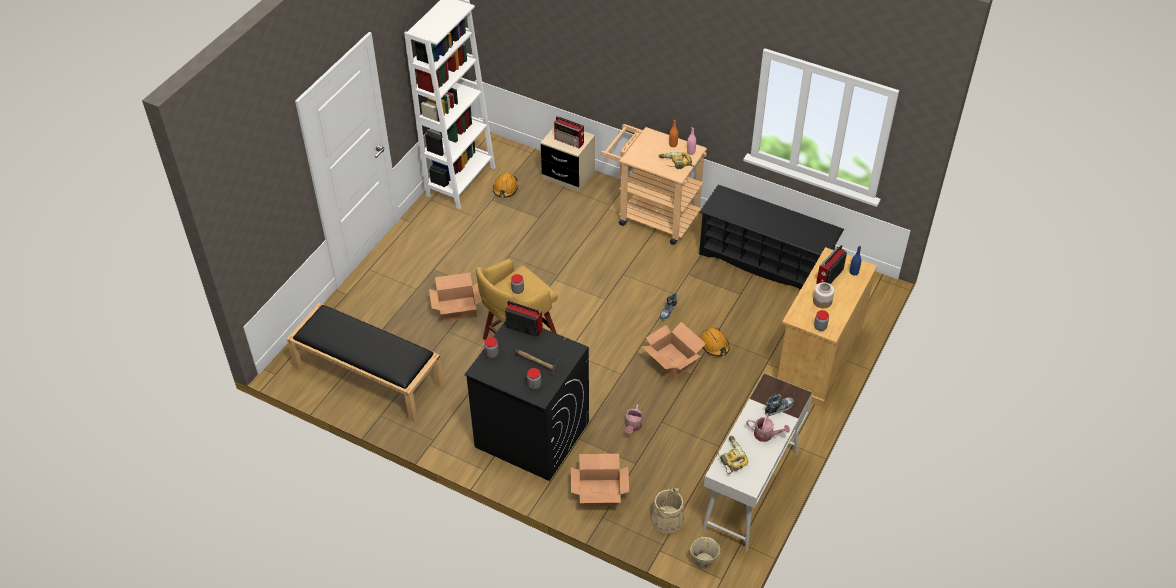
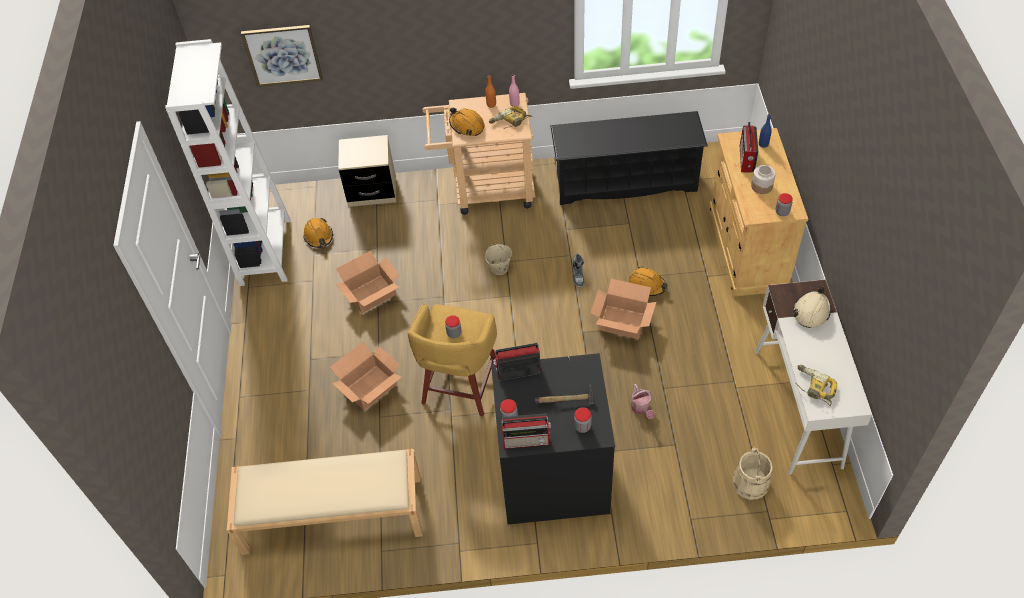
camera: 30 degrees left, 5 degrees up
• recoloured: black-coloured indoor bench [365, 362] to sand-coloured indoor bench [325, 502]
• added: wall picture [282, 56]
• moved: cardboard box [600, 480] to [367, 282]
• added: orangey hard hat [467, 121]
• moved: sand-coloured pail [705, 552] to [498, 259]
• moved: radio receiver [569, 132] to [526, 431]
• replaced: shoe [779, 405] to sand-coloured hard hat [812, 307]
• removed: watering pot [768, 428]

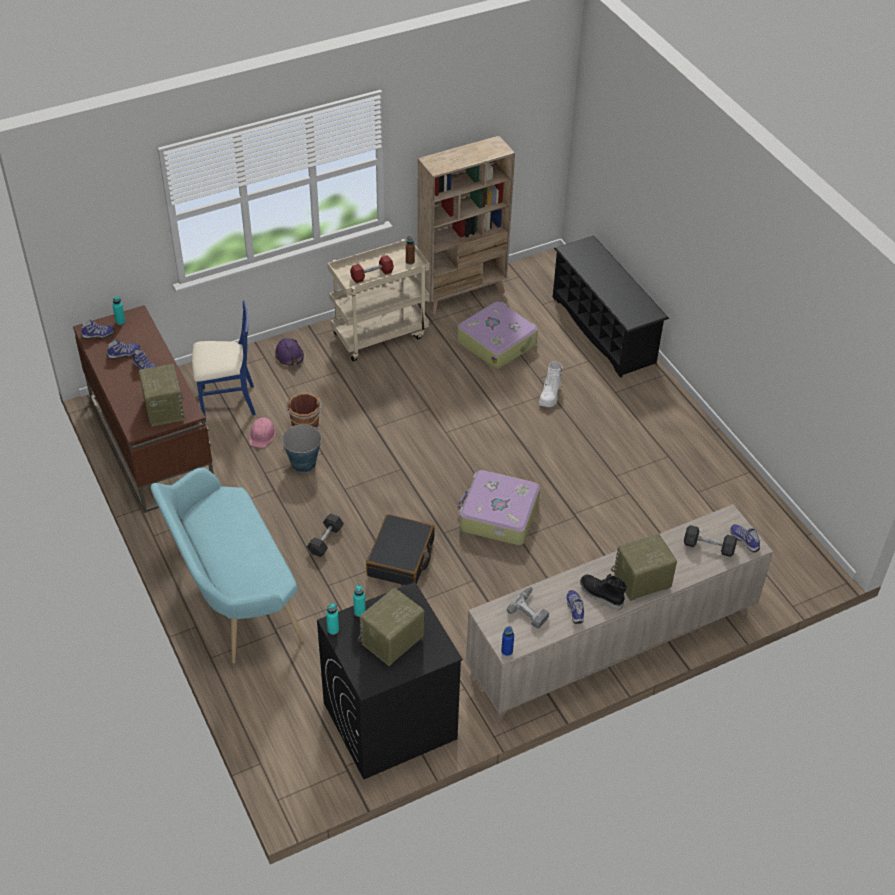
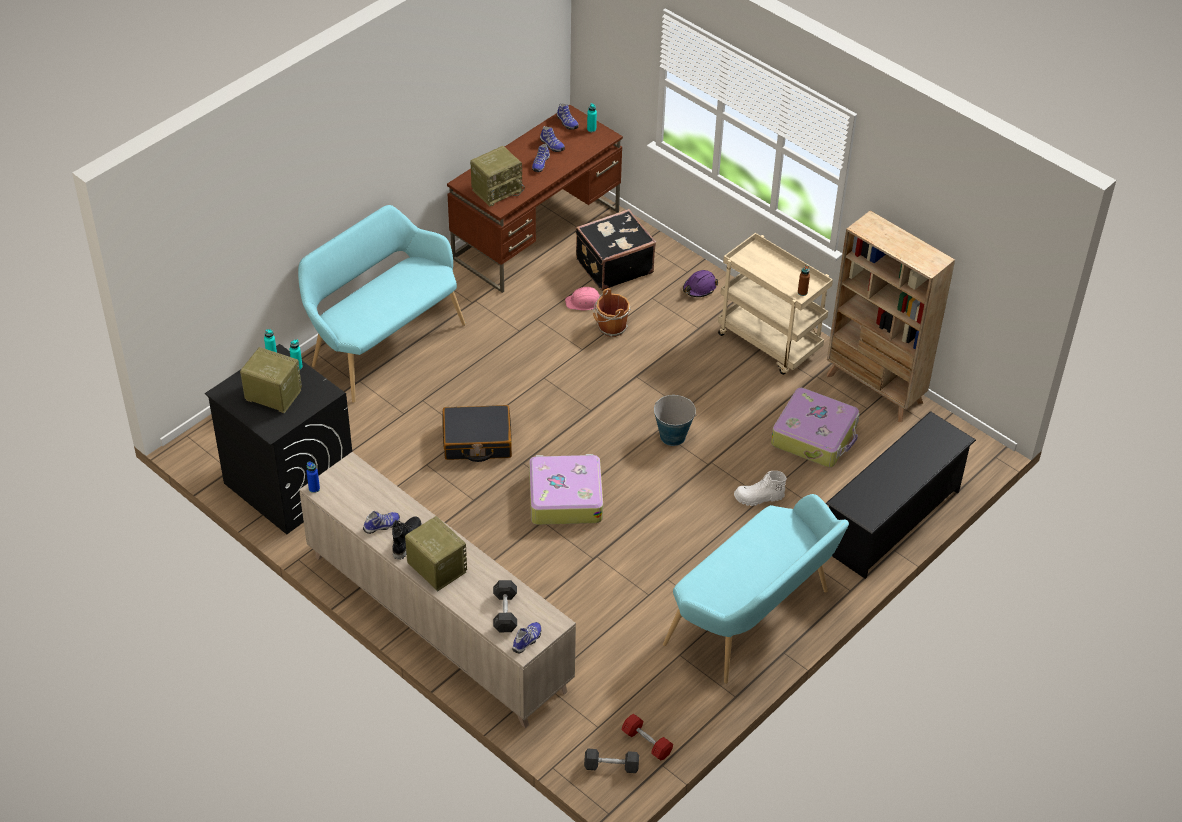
camera: 70 degrees right, 0 degrees up
• replaced: blue-coloured plain chair [224, 361] to black-coloured suitcase [616, 250]
• moved: grey hand weight [325, 535] to [611, 761]
• moved: reddish hand weight [372, 269] to [647, 737]
• moved: pail [301, 448] to [675, 420]
• added: blue-green indoor bench [756, 589]
• removed: electric drill [528, 608]

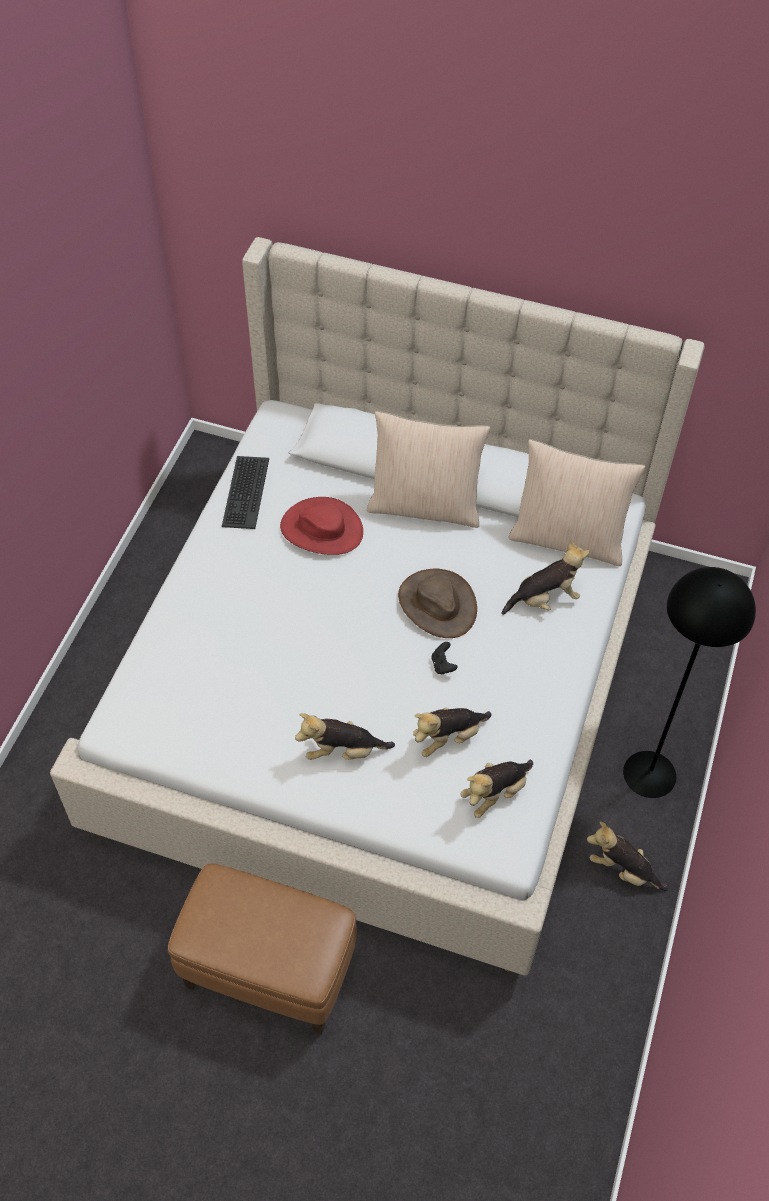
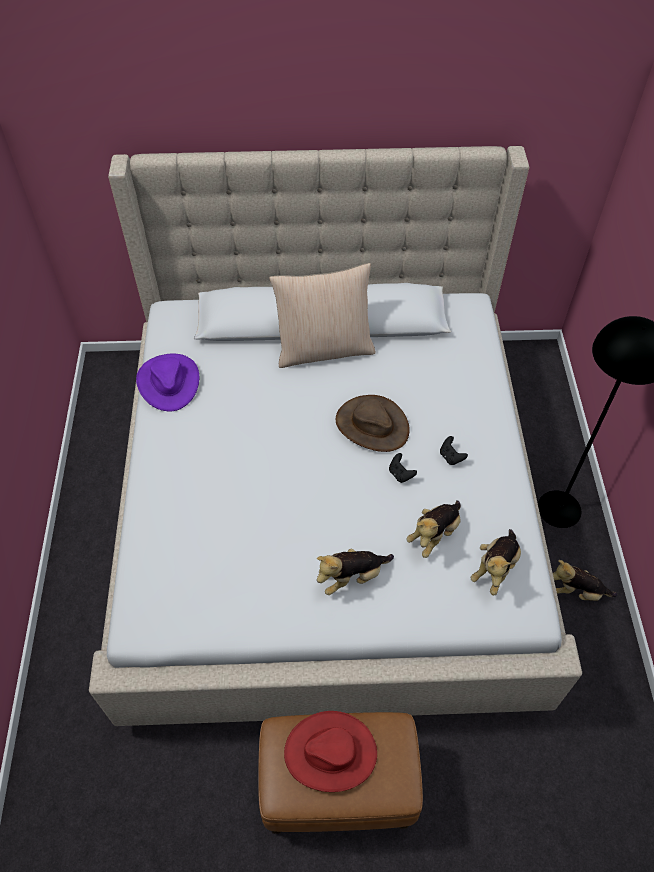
camera: 20 degrees left, 0 degrees up
• replaced: PC keyboard [245, 492] to purplish hat [167, 382]
• moved: reddish hat [321, 526] to [330, 751]
• added: black-coloured joypad [454, 450]
• removed: soft toy [545, 577]
• removed: sand-coloured cushion [576, 502]

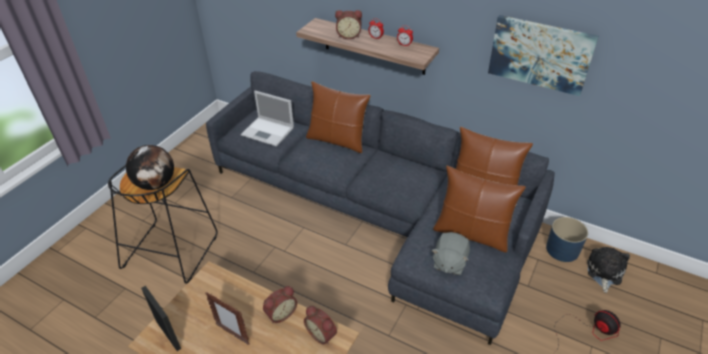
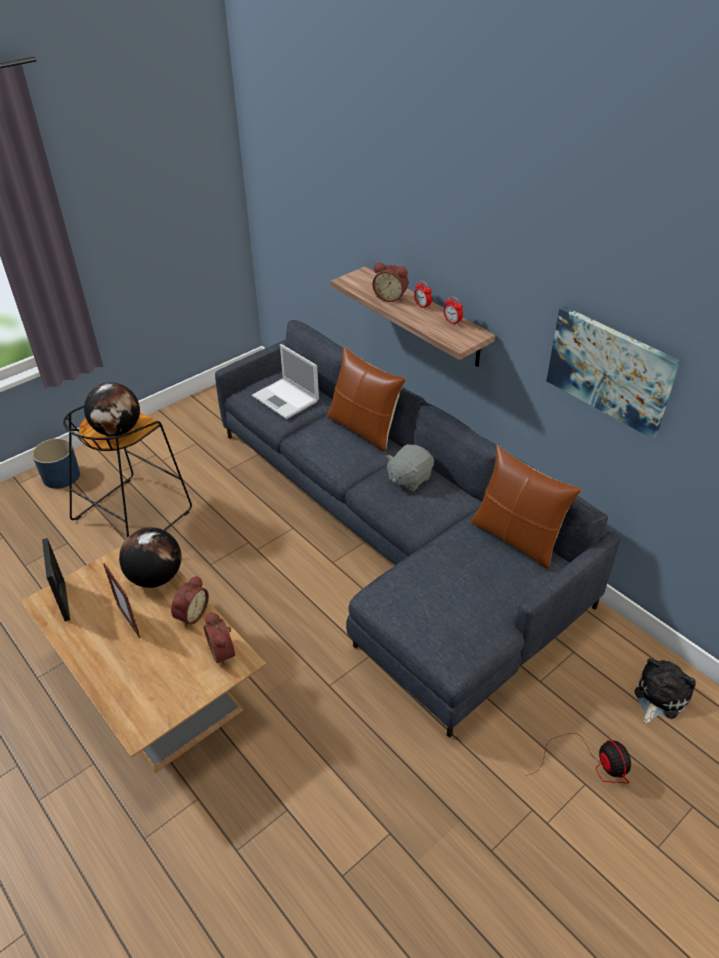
camera: 20 degrees right, 0 degrees up
• moved: blue-coloured planter [567, 239] to [56, 463]
• added: globe [150, 557]
• turned: bedside clock [280, 304] = [190, 601] 45 degrees counterclockwise
• moved: grey soft toy [451, 253] to [410, 468]
• removed: brown-coloured cushion [479, 209]

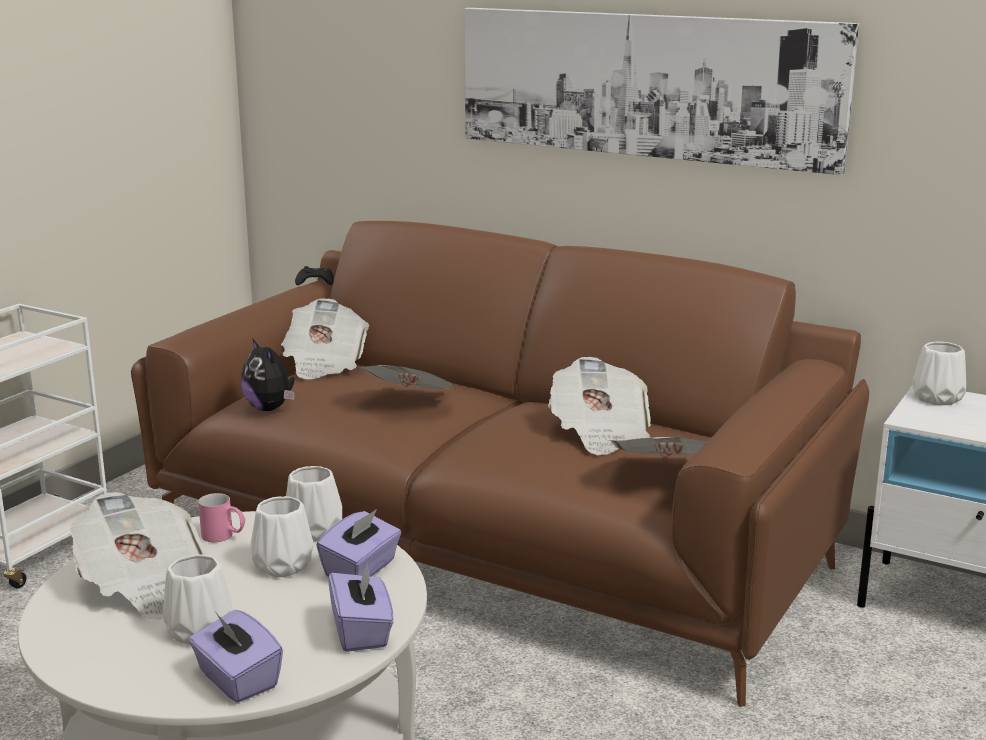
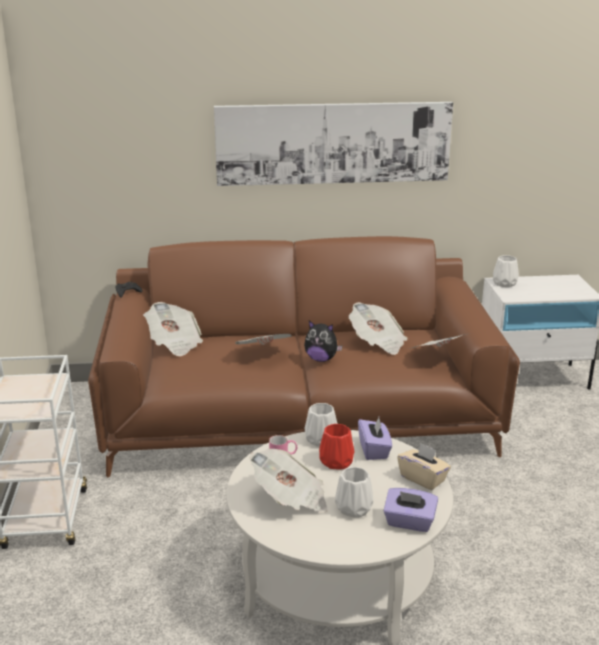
camera: 35 degrees left, 5 degrees up
• moved: soft toy [268, 374] to [323, 341]
• recoloured: whitish vase [282, 536] to reddish vase [336, 447]
• recoloured: purplish tissue box [361, 607] to sand-coloured tissue box [424, 466]

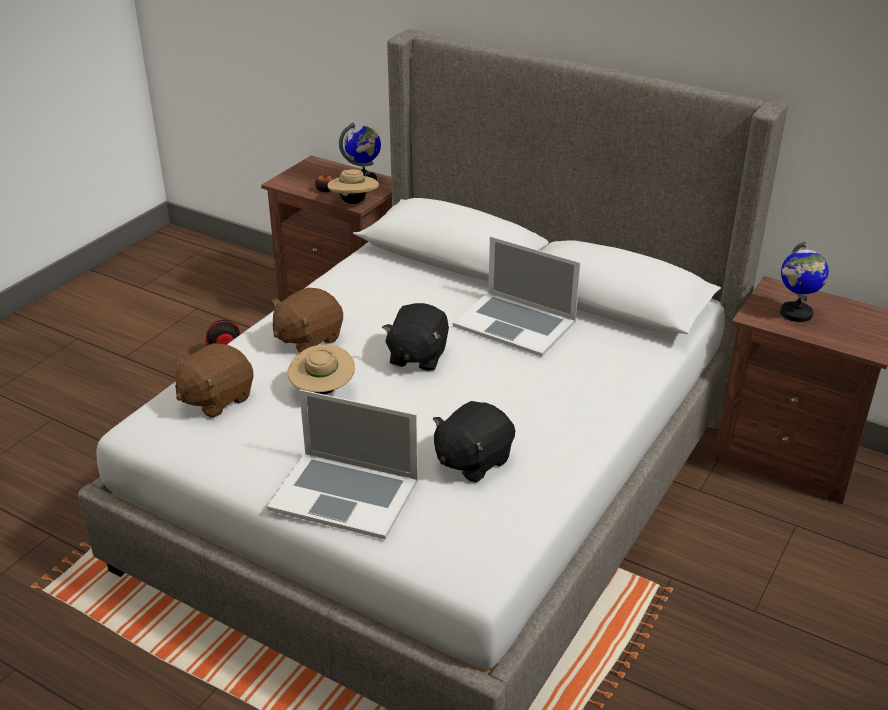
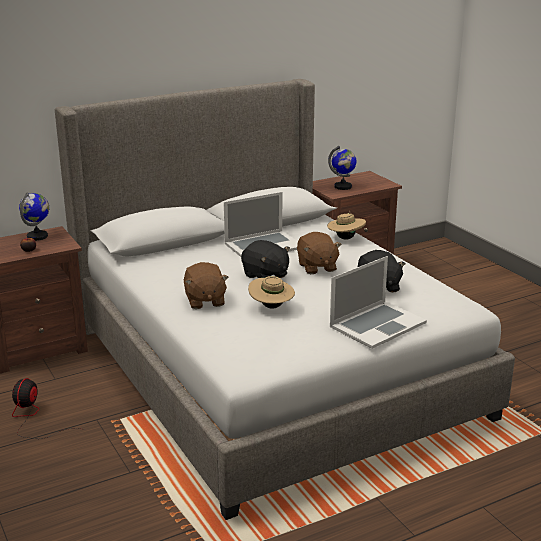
camera: 60 degrees left, 10 degrees down
• moved: brown-coloured soft toy [214, 380] to [319, 253]
• moved: sand-coloured hat [353, 186] to [346, 225]

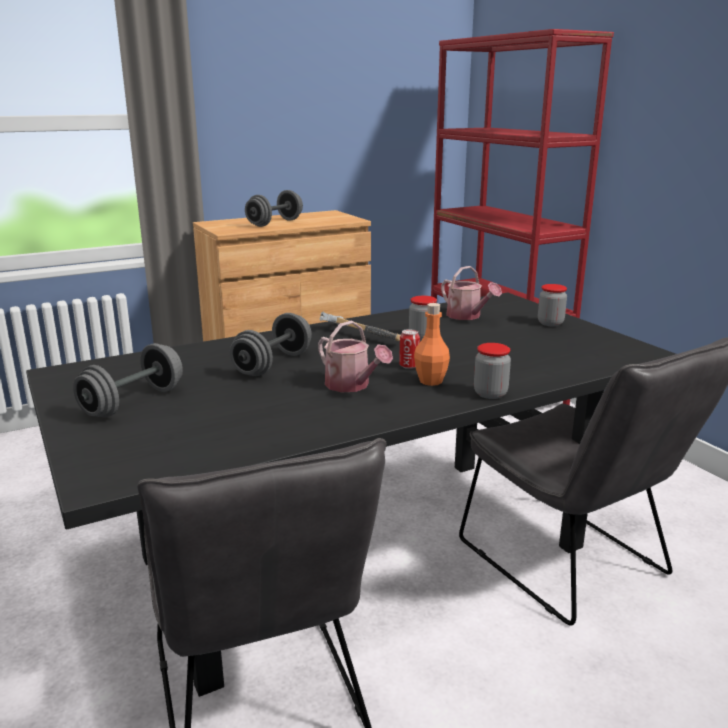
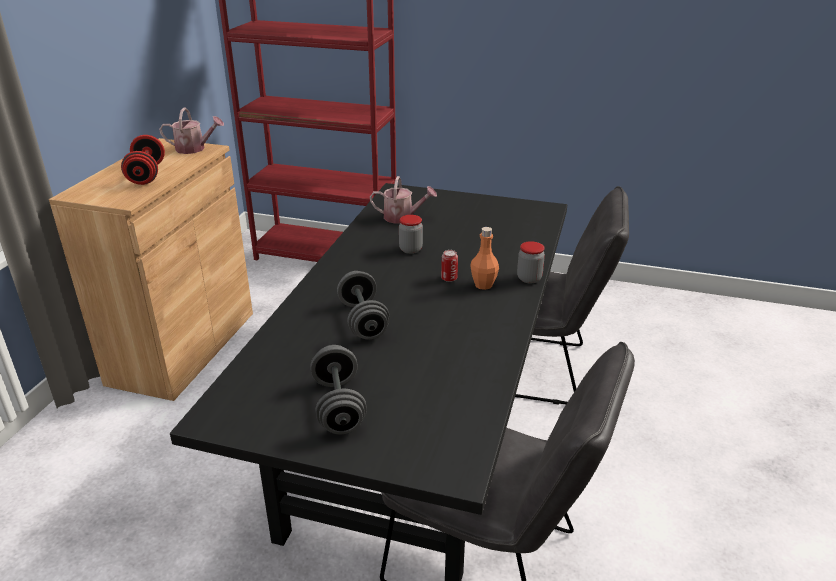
camera: 45 degrees left, 10 degrees up
• recoloured: grey hand weight [274, 208] to reddish hand weight [143, 160]
• moved: watering pot [355, 356] to [191, 131]
• removed: hand hammer [360, 326]
• removed: preserve jar [552, 305]

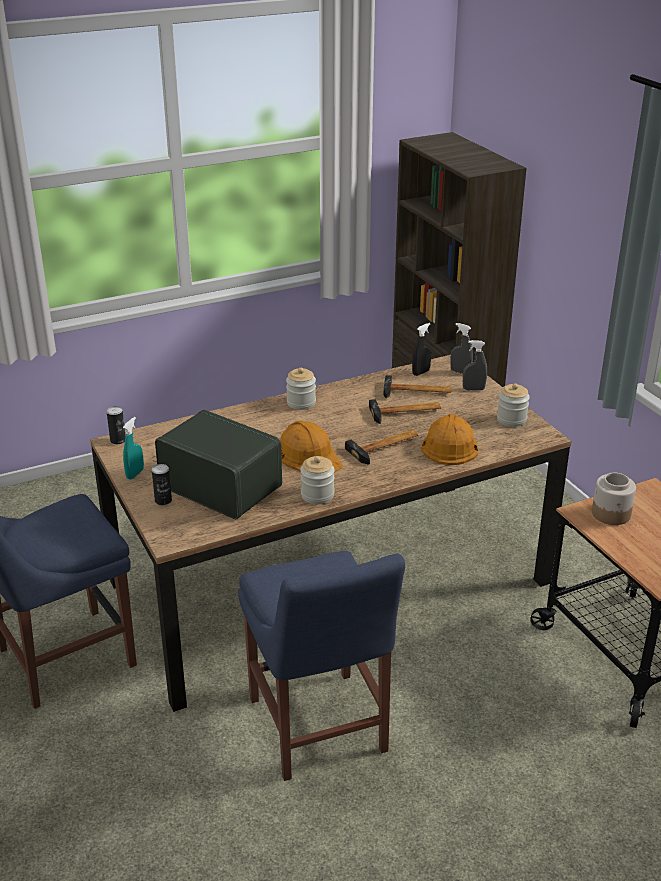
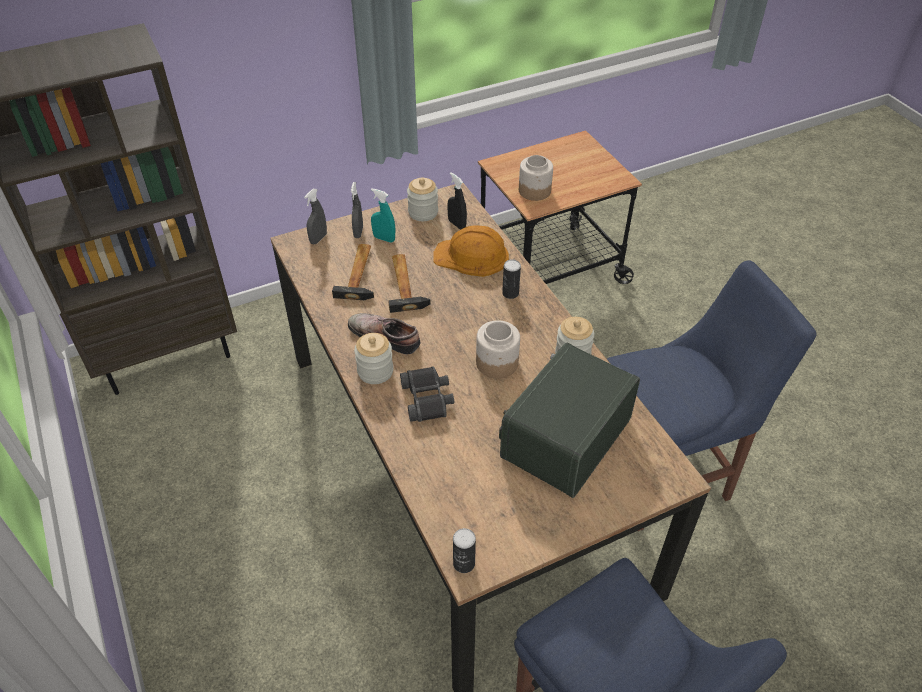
camera: 90 degrees left, 15 degrees up
• added: shoe [384, 333]
• moved: blue-green spray bottle [133, 448] to [383, 215]
• added: black-coloured field glasses [427, 394]
• moved: black-coloured spray bottle [421, 349] to [457, 200]
• replaced: orangey hard hat [311, 446] to preserve jar [498, 349]
• moved: metal can [162, 484] to [511, 279]
• removed: hand hammer [381, 447]

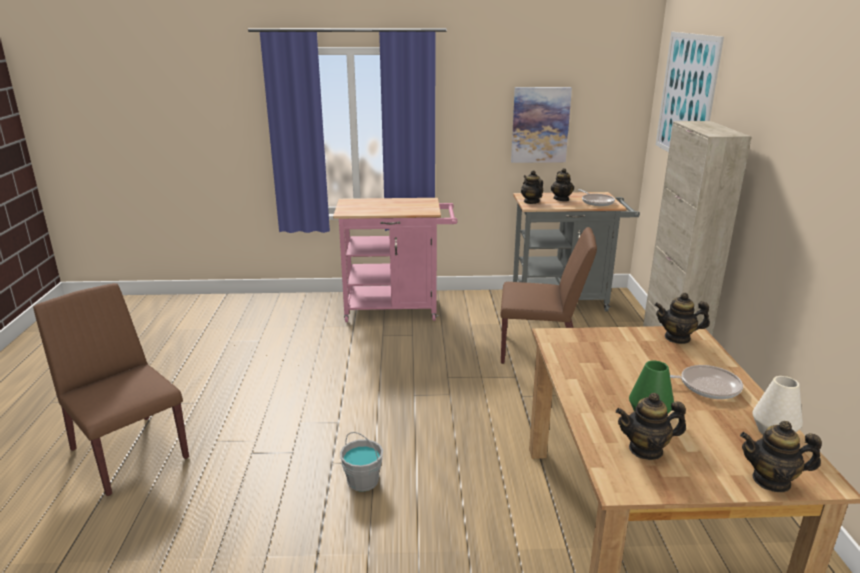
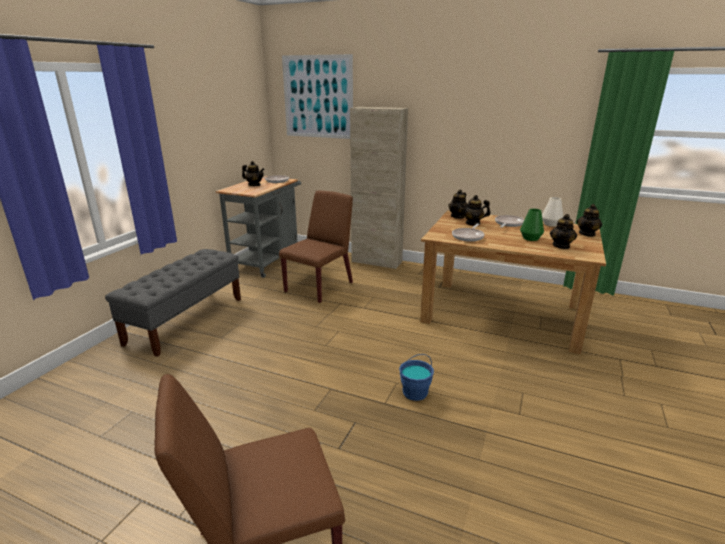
camera: 65 degrees left, 0 degrees up
• replaced: pink trolley [395, 260] to grey indoor bench [173, 303]
• recoloured: grey pail [361, 462] to blue-coloured pail [416, 377]
• added: pan [468, 233]
• moved: tea pot [532, 187] to [475, 210]
• removed: wall picture [541, 125]

